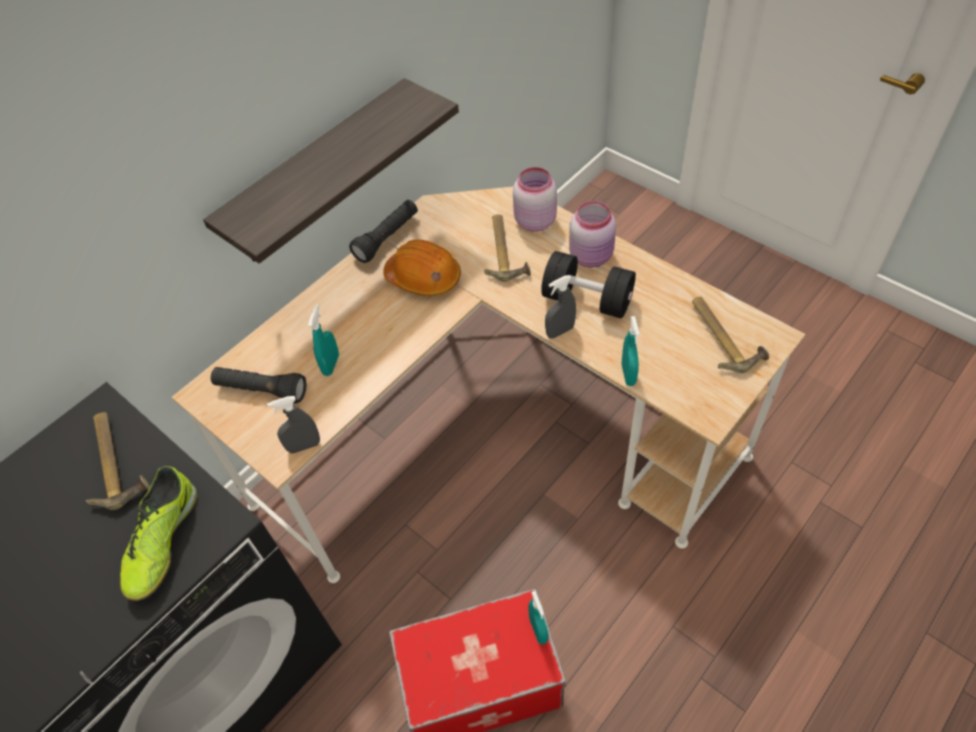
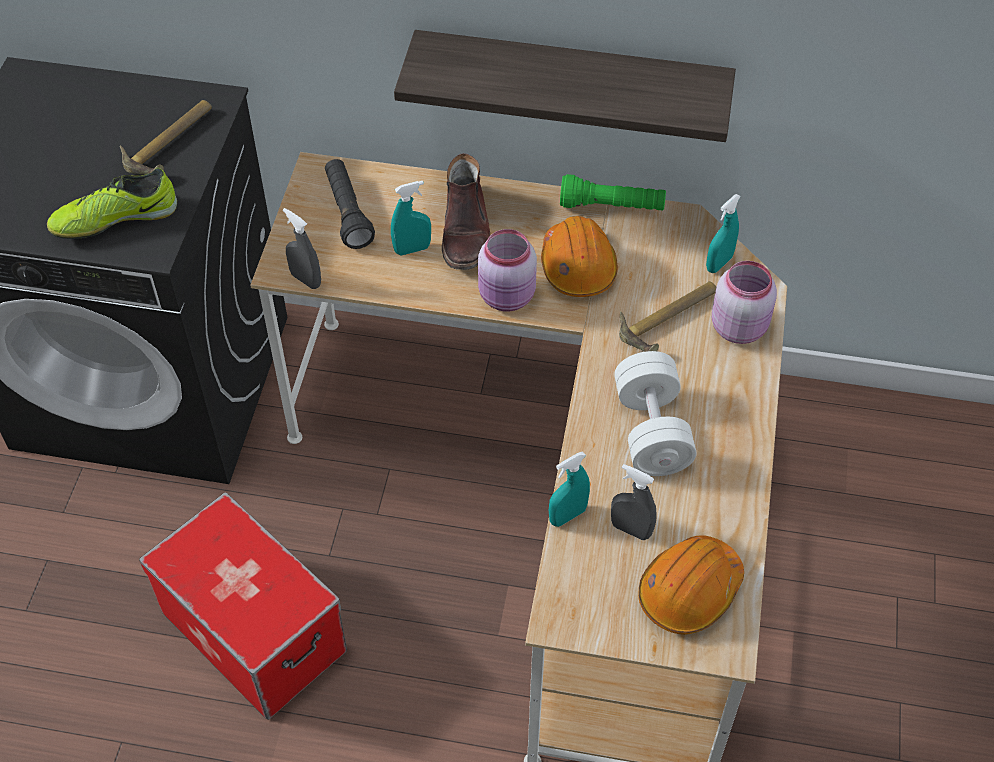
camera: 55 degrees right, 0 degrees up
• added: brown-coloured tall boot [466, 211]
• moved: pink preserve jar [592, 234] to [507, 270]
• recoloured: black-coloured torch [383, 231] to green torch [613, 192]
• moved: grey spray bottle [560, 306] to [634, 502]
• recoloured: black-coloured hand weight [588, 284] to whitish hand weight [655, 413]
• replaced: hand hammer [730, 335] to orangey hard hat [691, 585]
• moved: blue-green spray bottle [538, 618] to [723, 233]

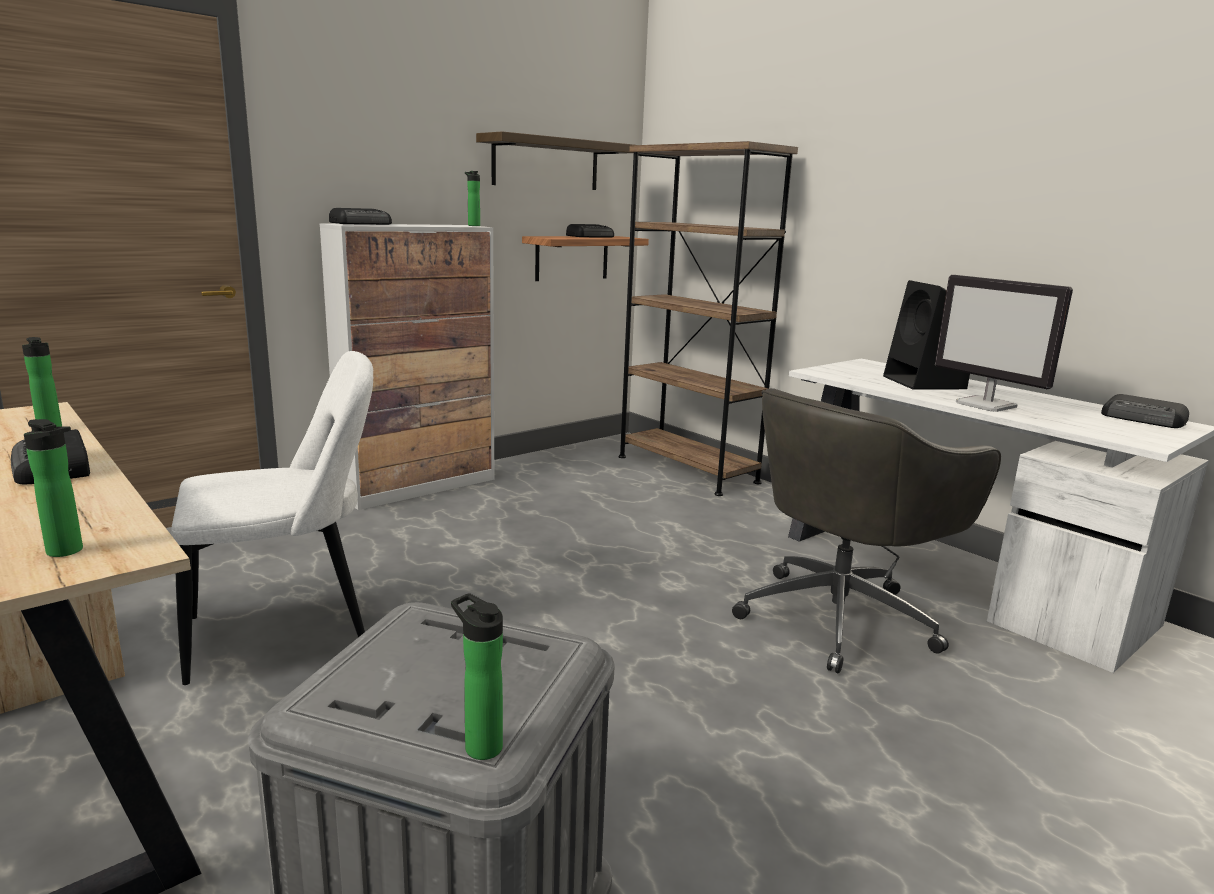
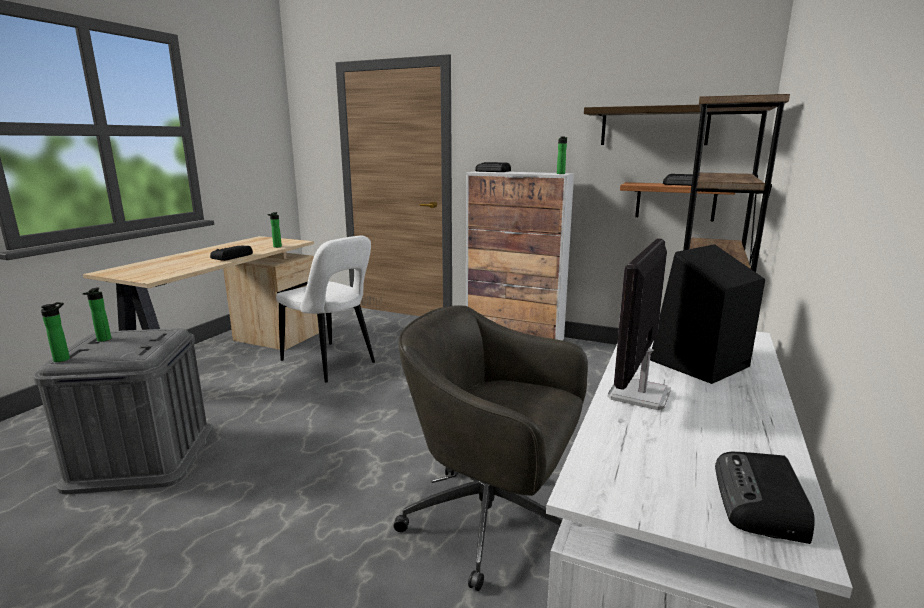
camera: 65 degrees right, 0 degrees up
• moved: drink bottle [53, 488] to [97, 314]

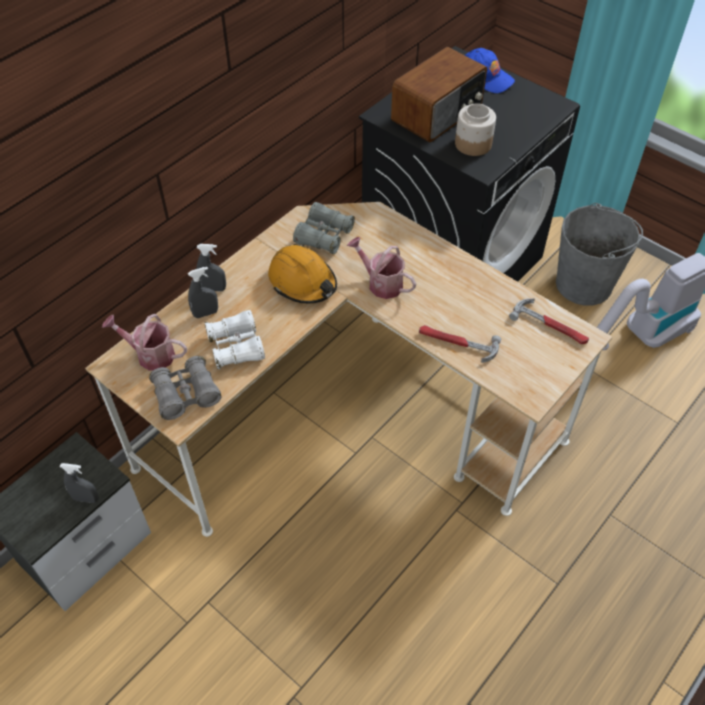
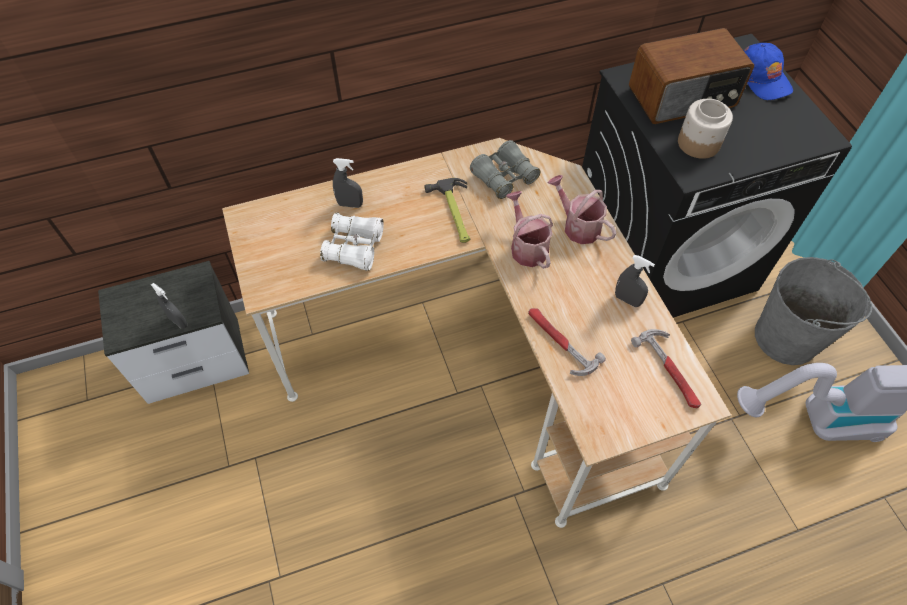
camera: 30 degrees right, 5 degrees up
• replaced: orangey hard hat [302, 274] to hand hammer [447, 210]
• moved: watering pot [144, 342] to [581, 209]
• moved: grey spray bottle [211, 268] to [635, 281]
• removed: grey field glasses [185, 388]

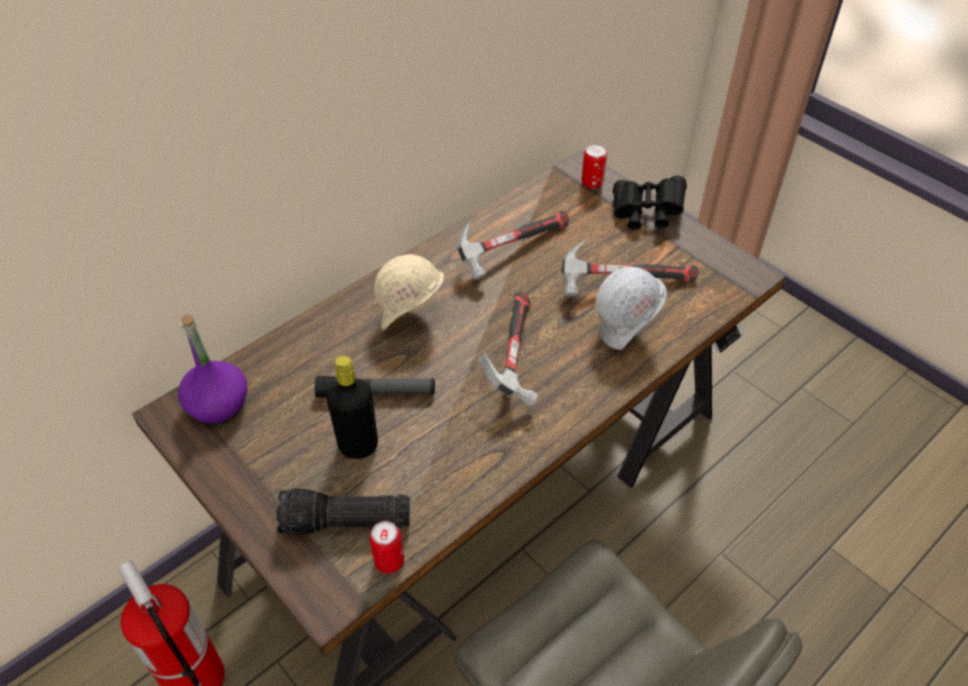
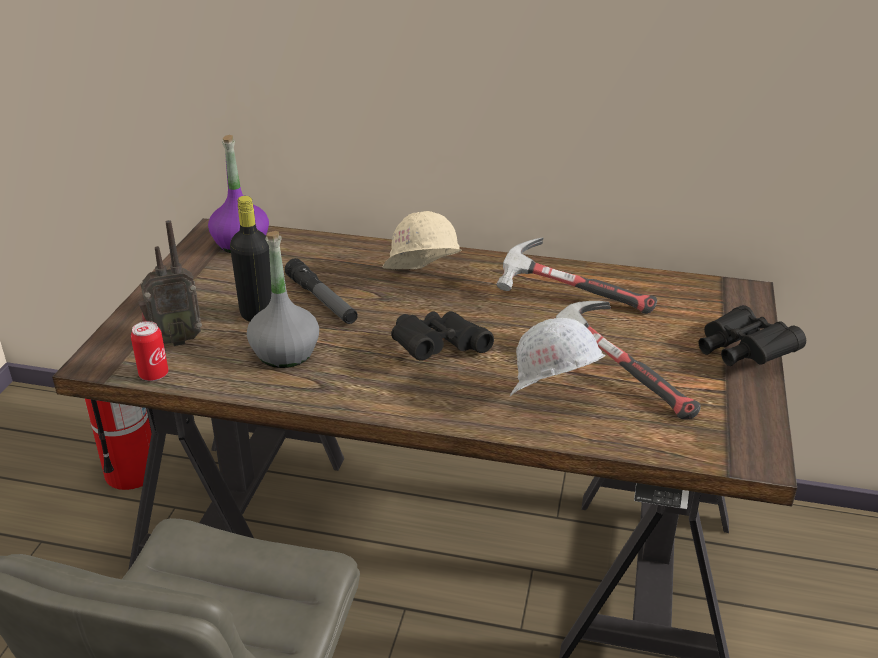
camera: 55 degrees right, 15 degrees down
• replaced: torch [343, 511] to radio receiver [170, 283]
• added: grey drink bottle [283, 299]
• replaced: hand hammer [508, 349] to black-coloured field glasses [442, 336]
• removed: metal can [594, 166]

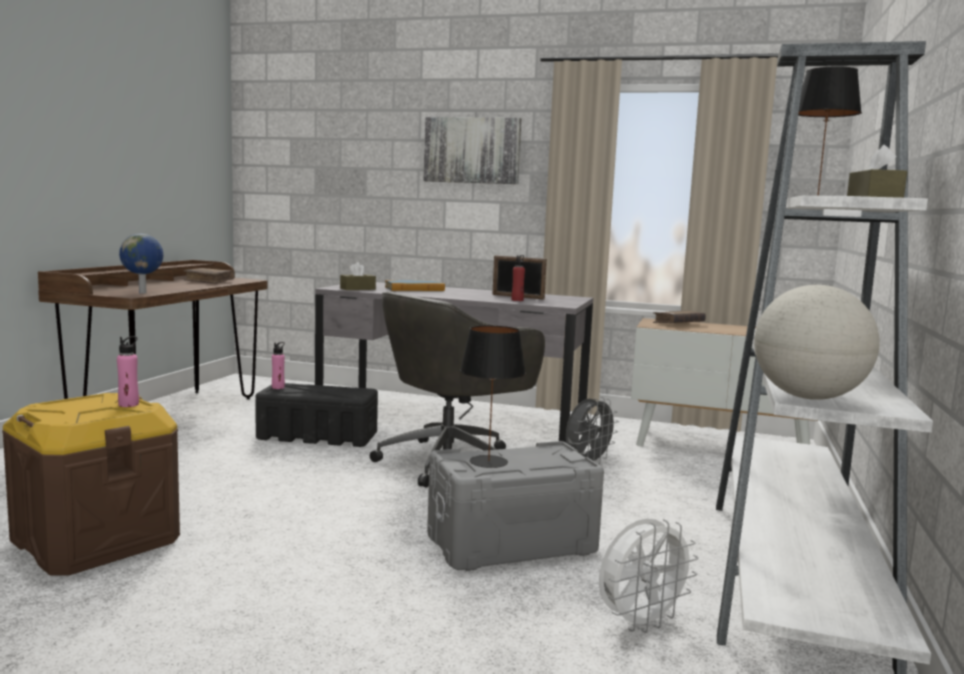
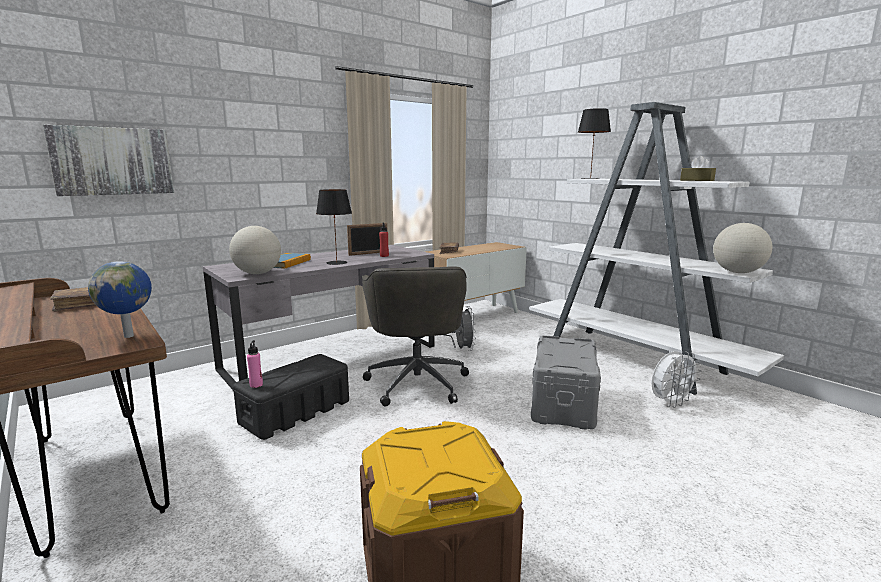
camera: 55 degrees left, 5 degrees up
• moved: wall picture [472, 150] to [108, 160]
• replaced: brown-coloured tissue box [358, 276] to globe [255, 250]
• moved: black-coloured tabletop lamp [493, 396] to [334, 227]
• turned: whitish cooling fan [648, 575] = [676, 379] 60 degrees clockwise
• removed: pink drink bottle [128, 371]

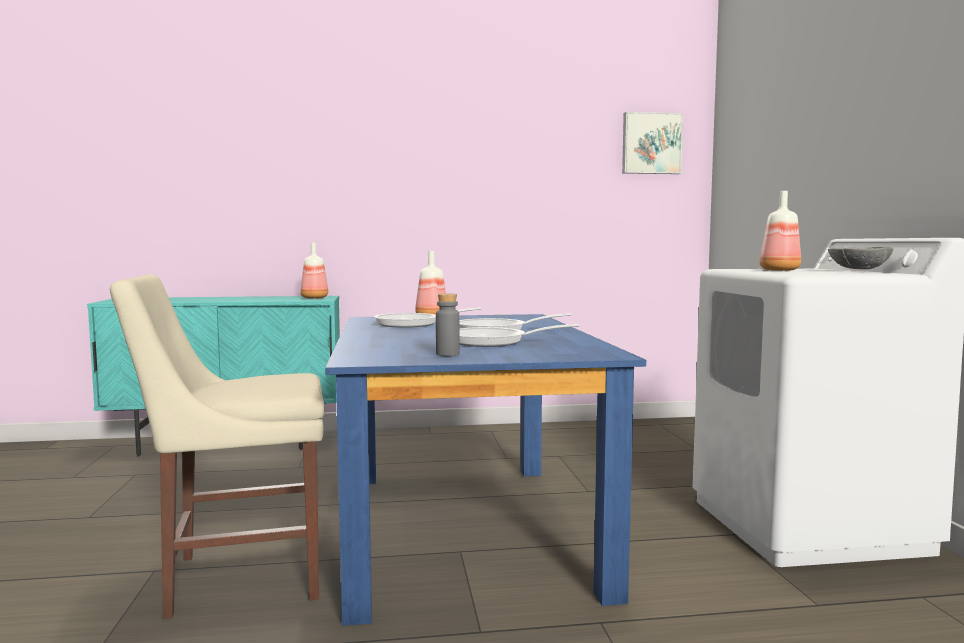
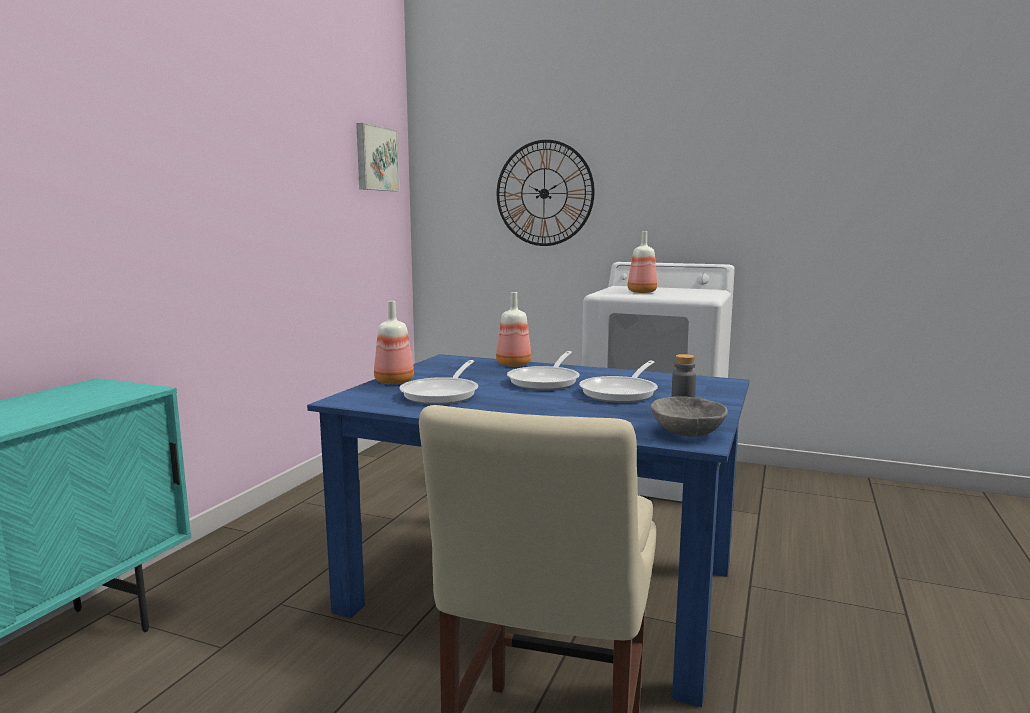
camera: 60 degrees left, 5 degrees up
• moved: drink bottle [314, 271] to [513, 329]
• added: wall clock [546, 193]
• moved: grey bowl [860, 258] to [689, 416]

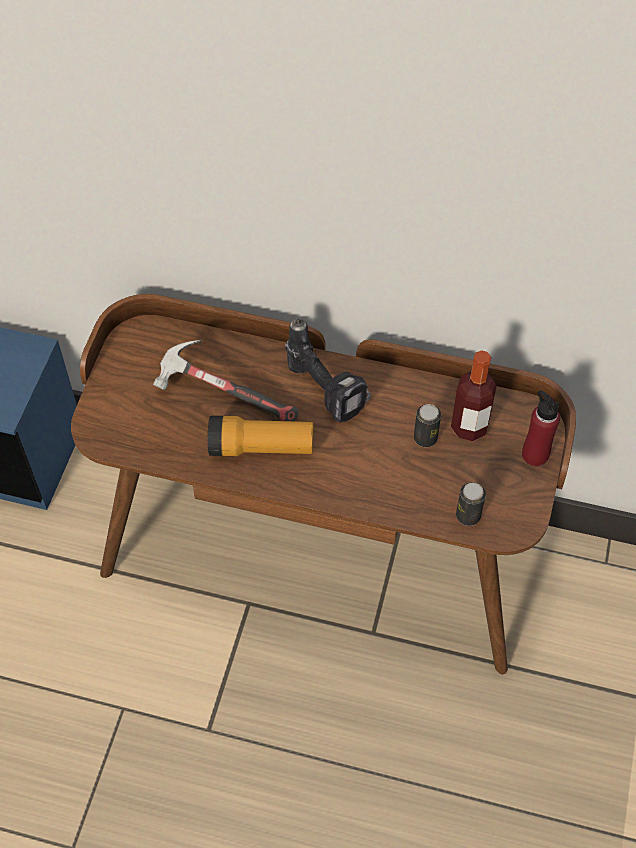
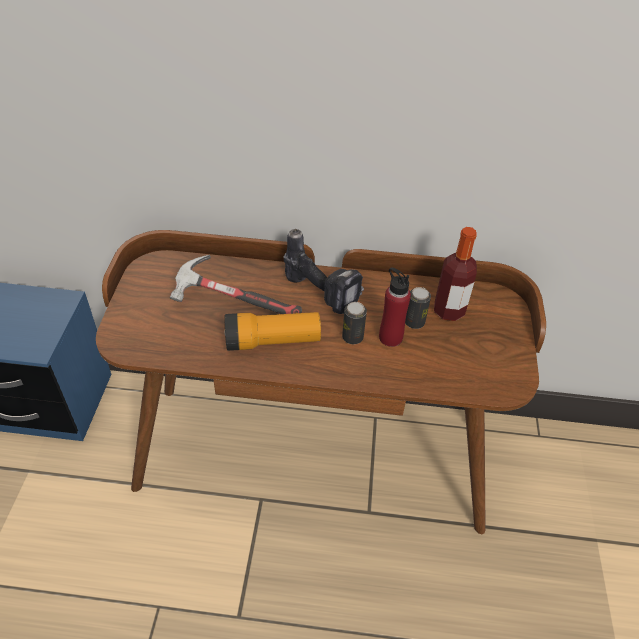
camera: 10 degrees left, 10 degrees down
• moved: metal can [471, 504] to [354, 323]
• moved: reddish drink bottle [541, 428] to [395, 307]

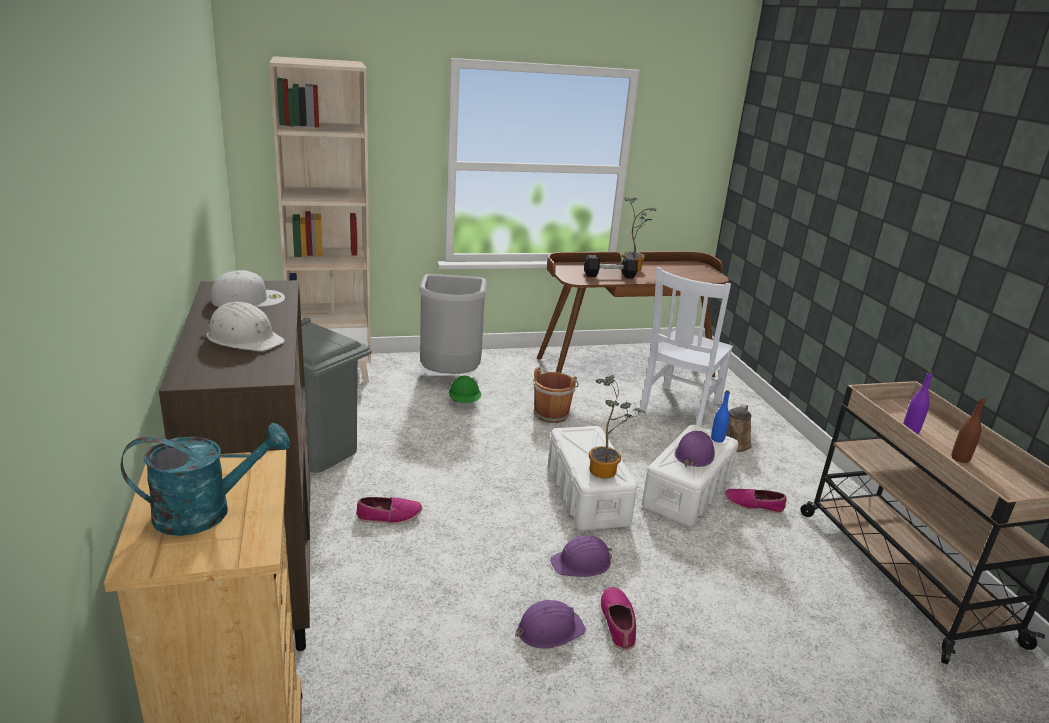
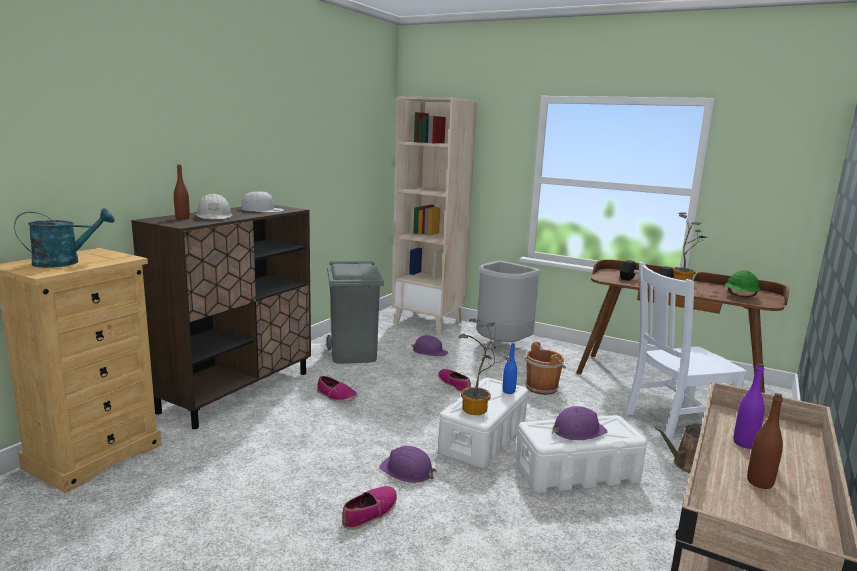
camera: 45 degrees right, 10 degrees down
• turned: blue-green watering pot [205, 479] = [64, 238] 60 degrees counterclockwise
• added: brown-coloured drink bottle [182, 192]
• moved: purplish hard hat [550, 624] to [429, 346]
• moved: shoe [755, 501] to [454, 380]
• moved: blue-coloured drink bottle [720, 416] to [510, 368]
• moved: green hard hat [465, 389] to [742, 283]

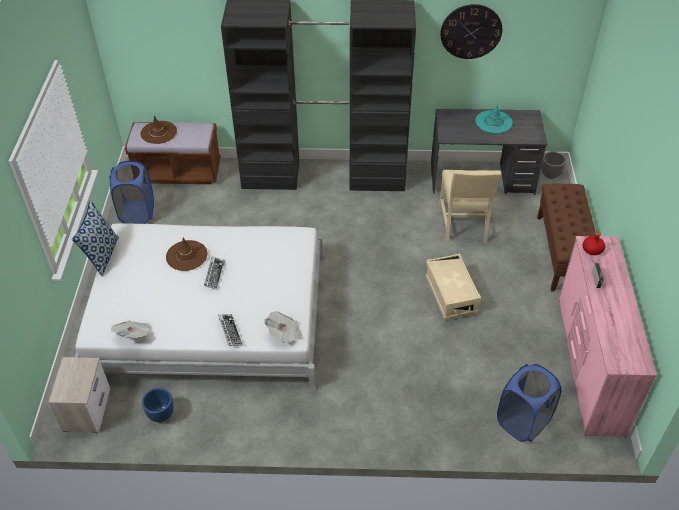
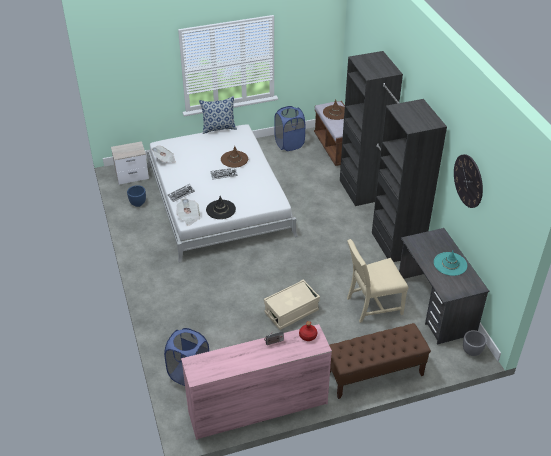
camera: 70 degrees right, 5 degrees down
• added: black-coloured hat [221, 207]

